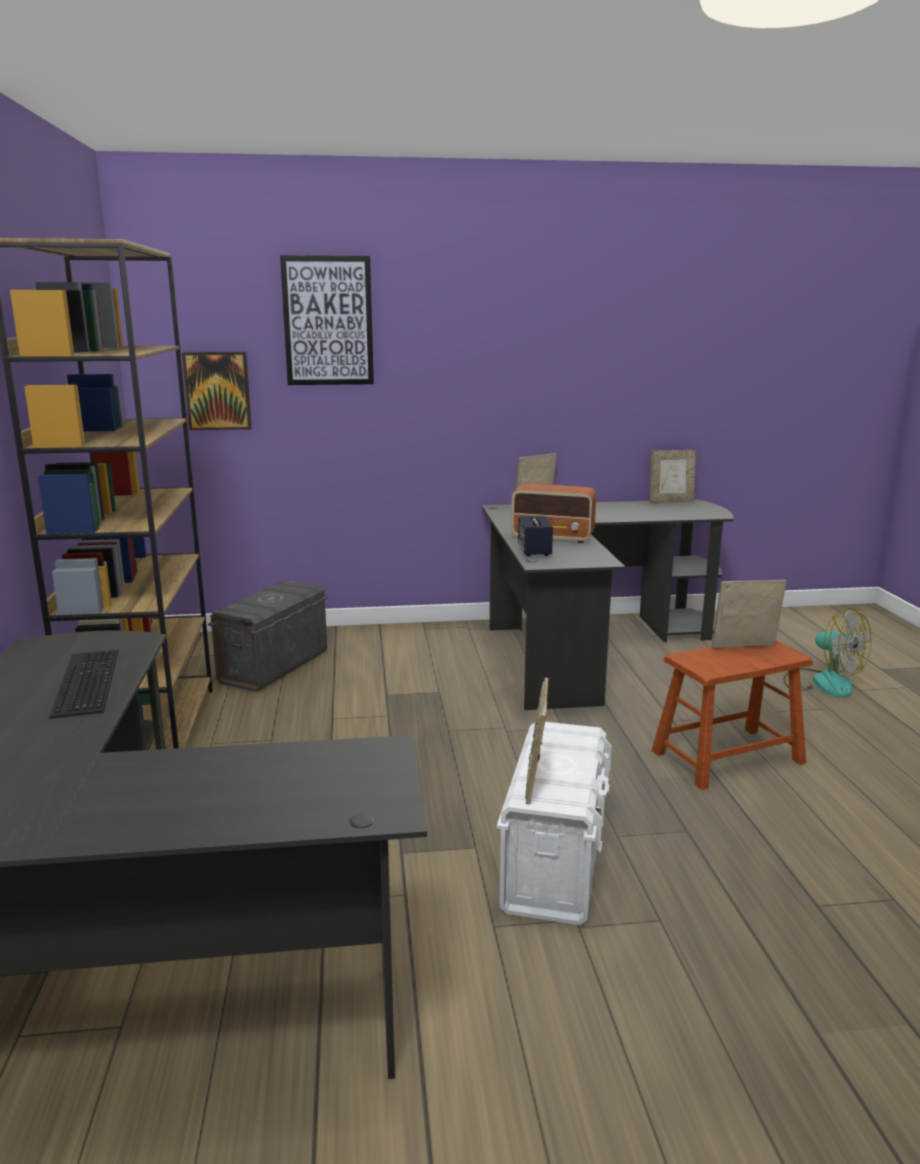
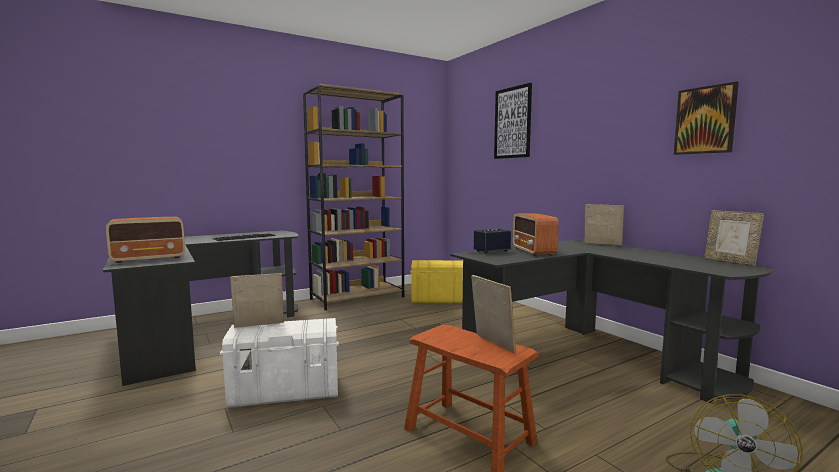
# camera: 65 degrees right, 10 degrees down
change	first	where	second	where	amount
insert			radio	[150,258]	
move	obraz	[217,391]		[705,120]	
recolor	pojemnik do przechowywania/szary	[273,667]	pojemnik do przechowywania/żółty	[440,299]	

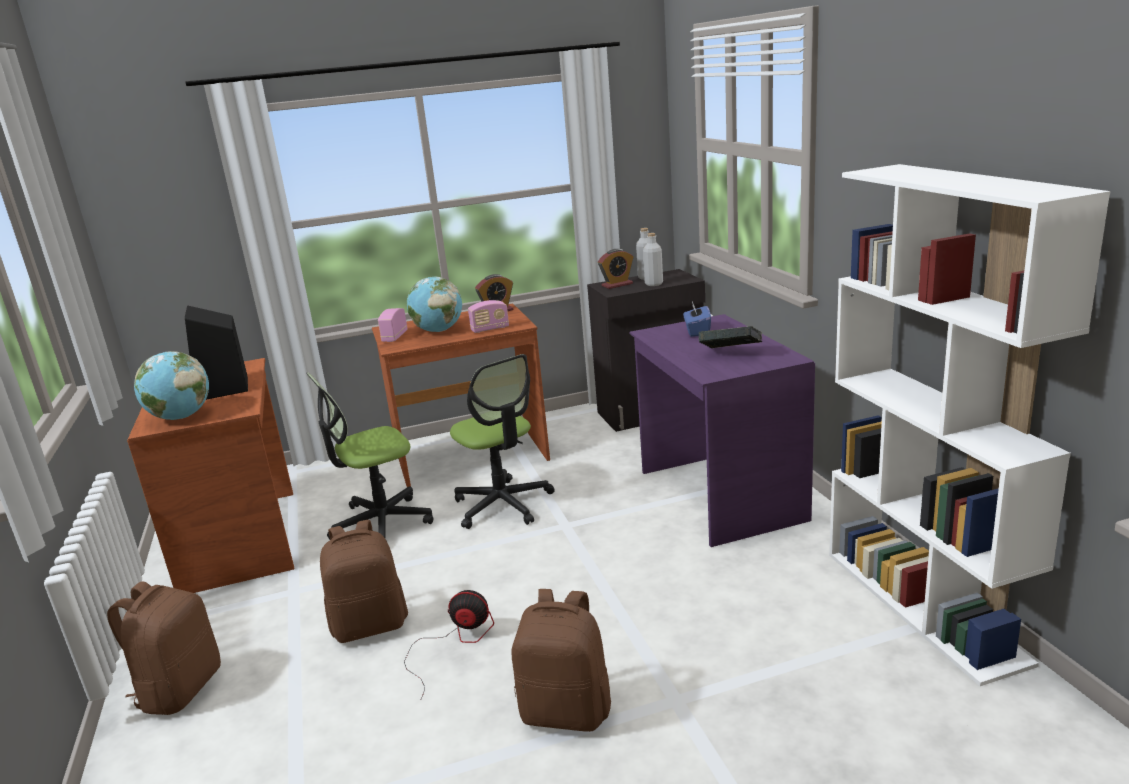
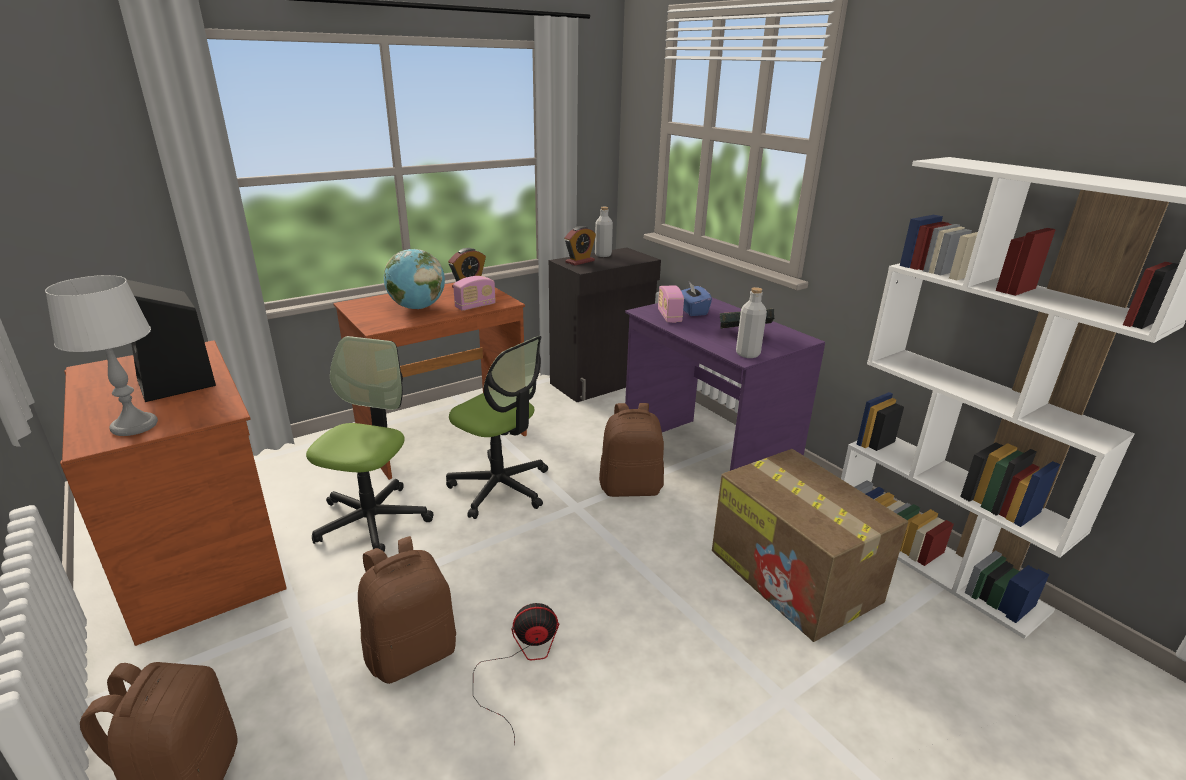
# camera: 20 degrees left, 5 degrees up
change	first	where	second	where	amount
insert			karton	[795,577]	
move	radio	[395,337]		[669,316]	
move	plecak/brązowy	[566,711]		[631,487]	
move	butelka/szary	[654,284]		[747,354]	
replace	globus	[180,417]	lampa stołowa/szary	[134,426]	
rotate	krzesło biurowe	[381,523]		[372,520]	150 degrees clockwise

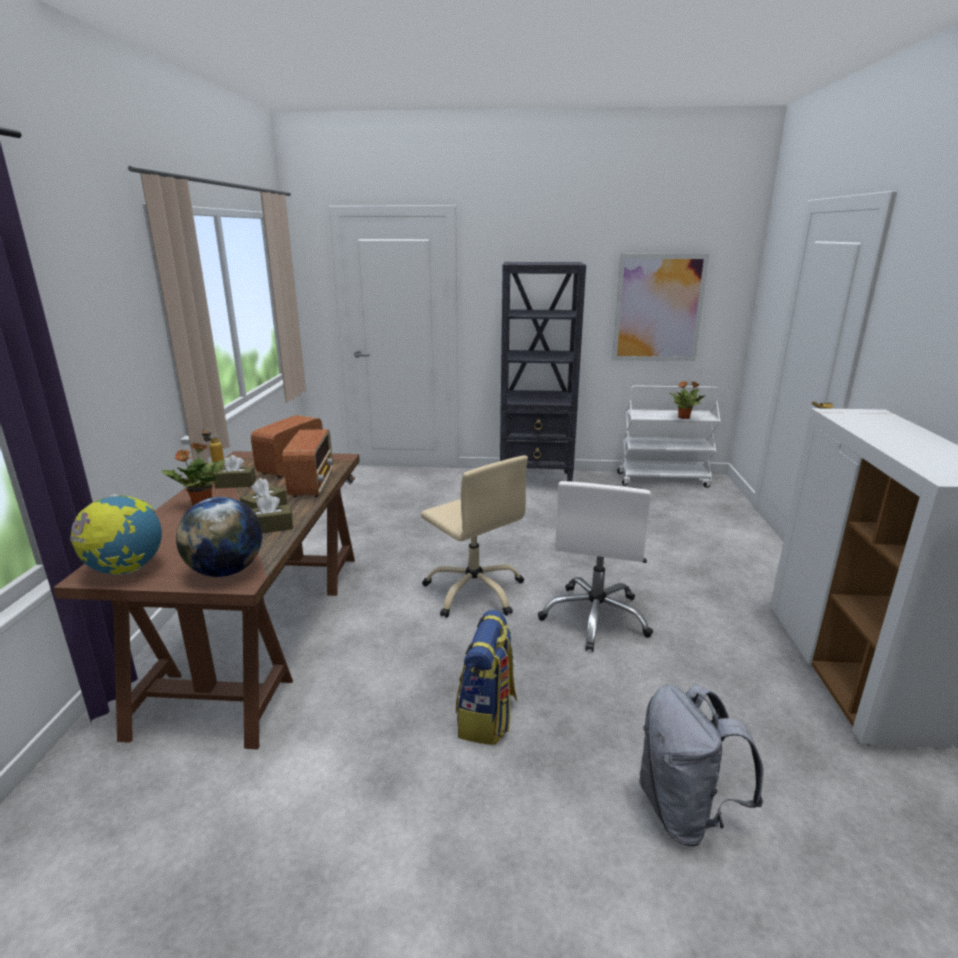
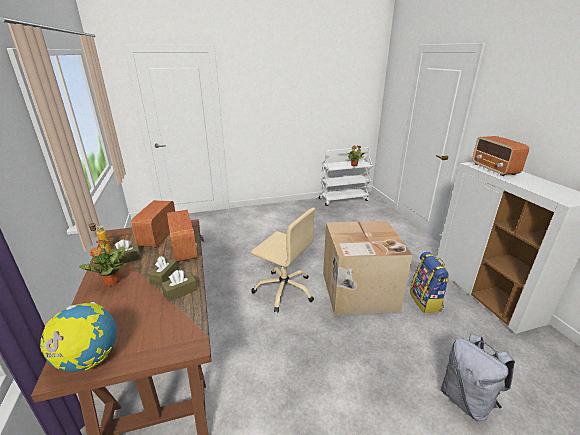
# camera: 20 degrees left, 5 degrees up
change	first	where	second	where	amount
delete	globus	[226,571]			
delete	regał/czarny	[536,481]			
delete	obraz	[658,308]			
insert			radio	[494,169]	
move	plecak	[487,718]		[426,301]	
replace	krzesło biurowe/biały	[595,618]	karton	[358,291]	

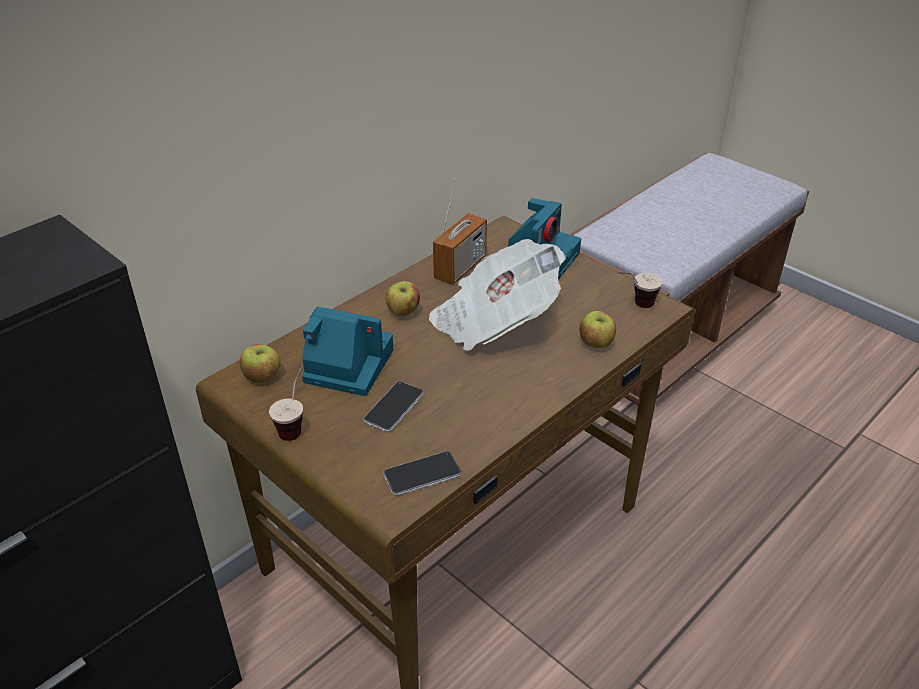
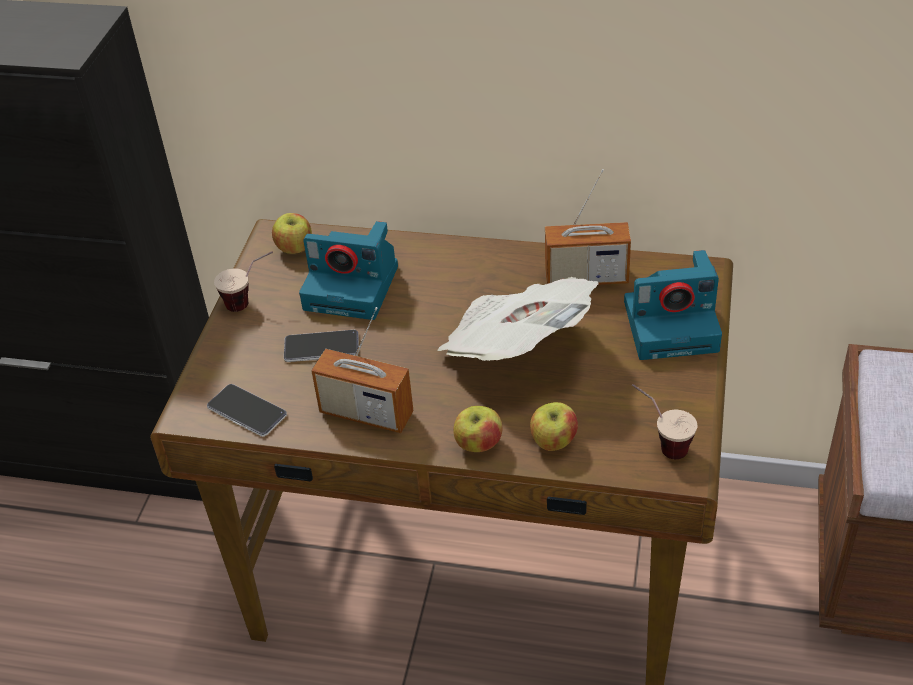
# camera: 60 degrees right, 5 degrees up
change	first	where	second	where	amount
insert			radio	[366,413]	
move	jabłko	[403,312]		[479,444]	
rotate	aparat fotograficzny	[346,365]		[354,287]	120 degrees clockwise

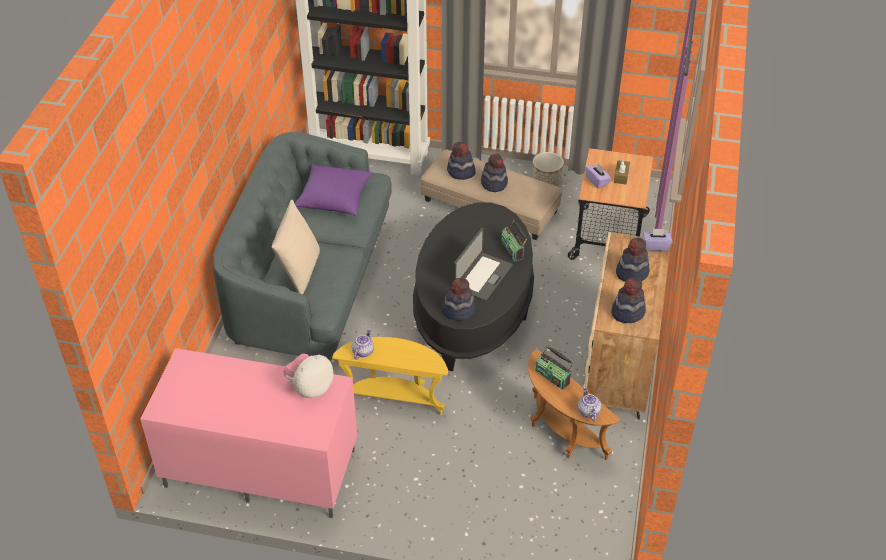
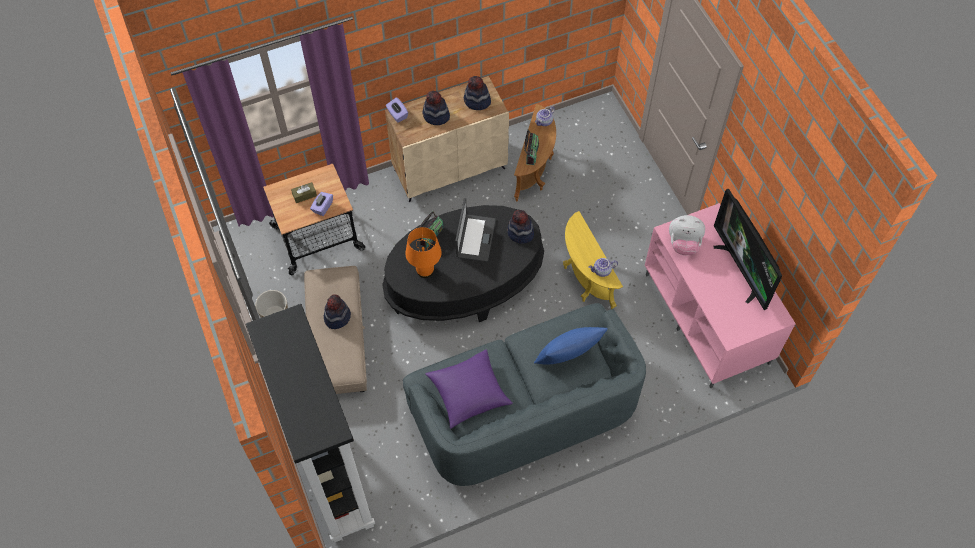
# camera: 125 degrees left, 15 degrees up
change	first	where	second	where	amount
delete	kapelusz	[461,172]			
insert			lampa stołowa/pomarańczowy	[425,270]	
insert			telewizor	[741,270]	
recolor	poduszka/beżowy	[299,271]	poduszka/niebieski	[568,359]	
rotate	laptop	[482,276]		[475,238]	105 degrees clockwise

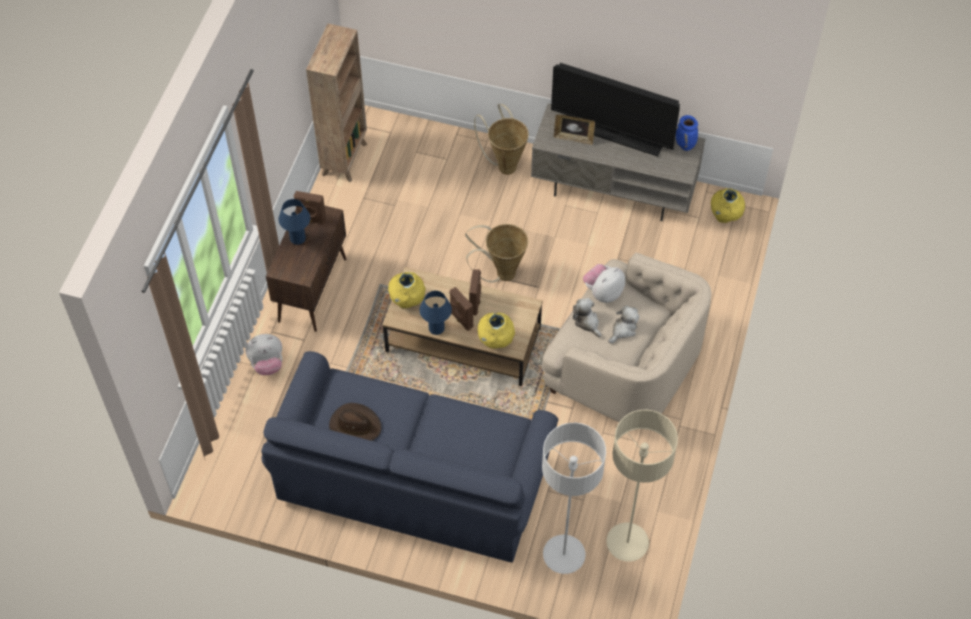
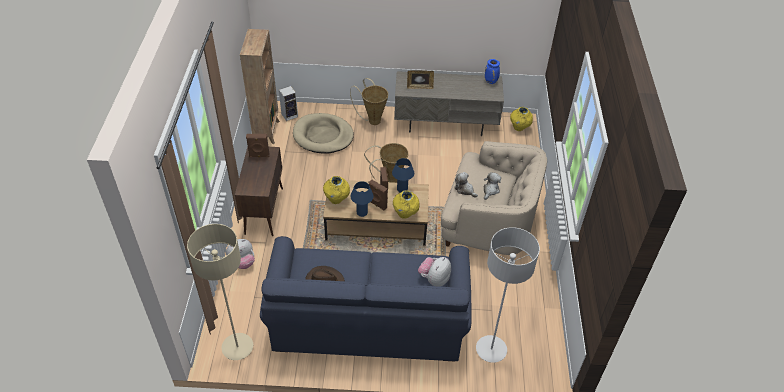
# camera: 15 degrees left, 10 degrees down
change	first	where	second	where	amount
delete	telewizor	[612,134]			
insert			głośnik	[290,115]	
insert			legowisko/beżowy	[323,136]	
move	lampa stołowa/niebieski	[297,238]		[402,189]	
move	pluszak	[603,292]		[434,279]	
move	lampa stojąca/beżowy	[627,543]		[237,347]	

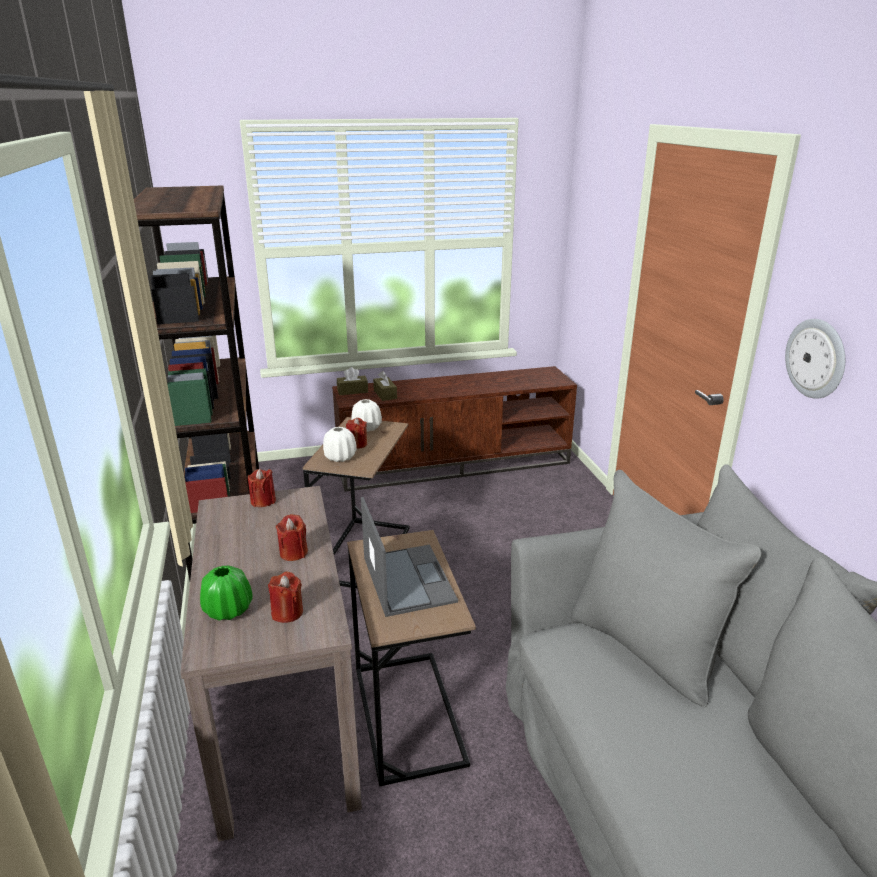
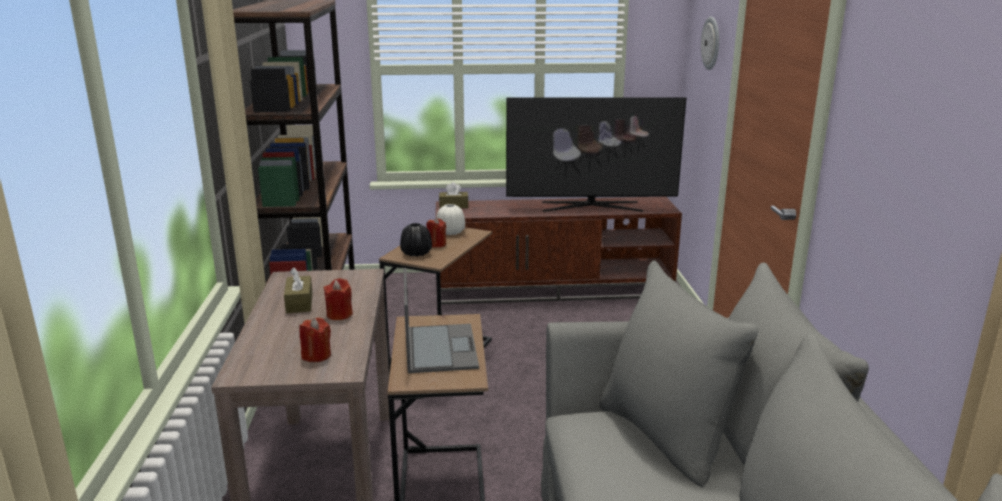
# camera: 10 degrees right, 5 degrees down
change	first	where	second	where	amount
delete	wazon/zielony	[228,610]			
delete	świeca/czerwony	[263,501]			
insert			telewizor	[590,206]	
move	pudełko chusteczek/brązowy	[385,394]		[299,303]	
move	zegar ścienny	[816,358]		[711,43]	
recolor	wazon/biały	[340,457]	wazon/czarny	[416,253]	

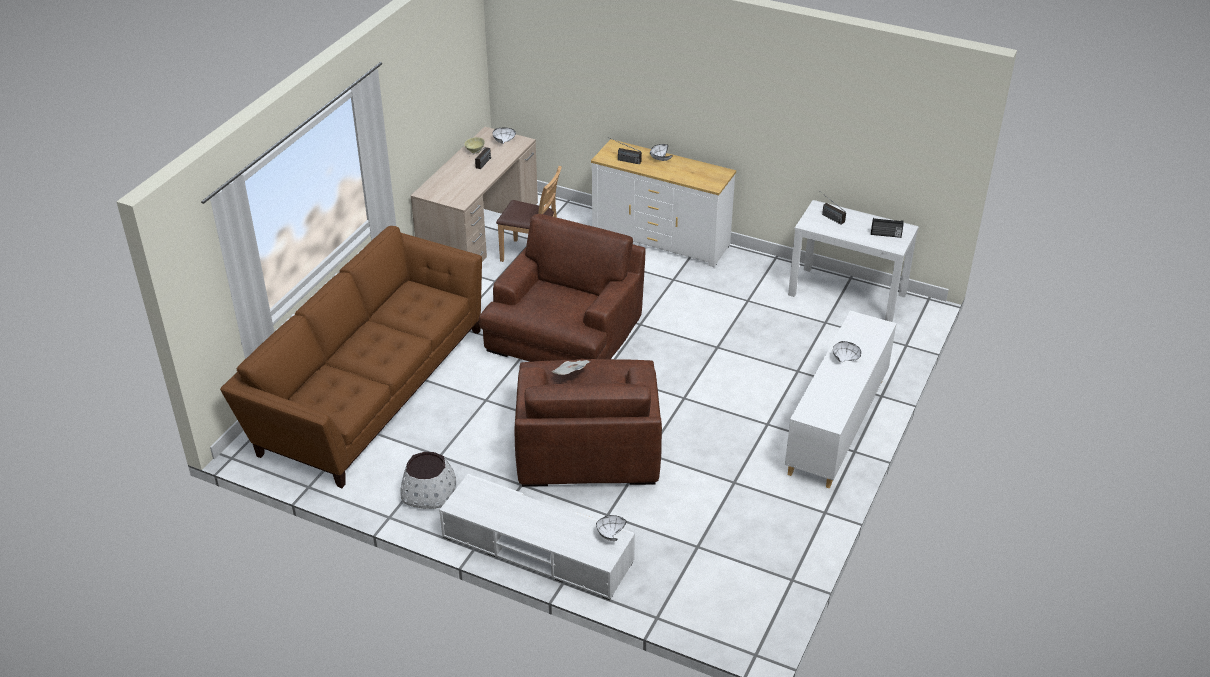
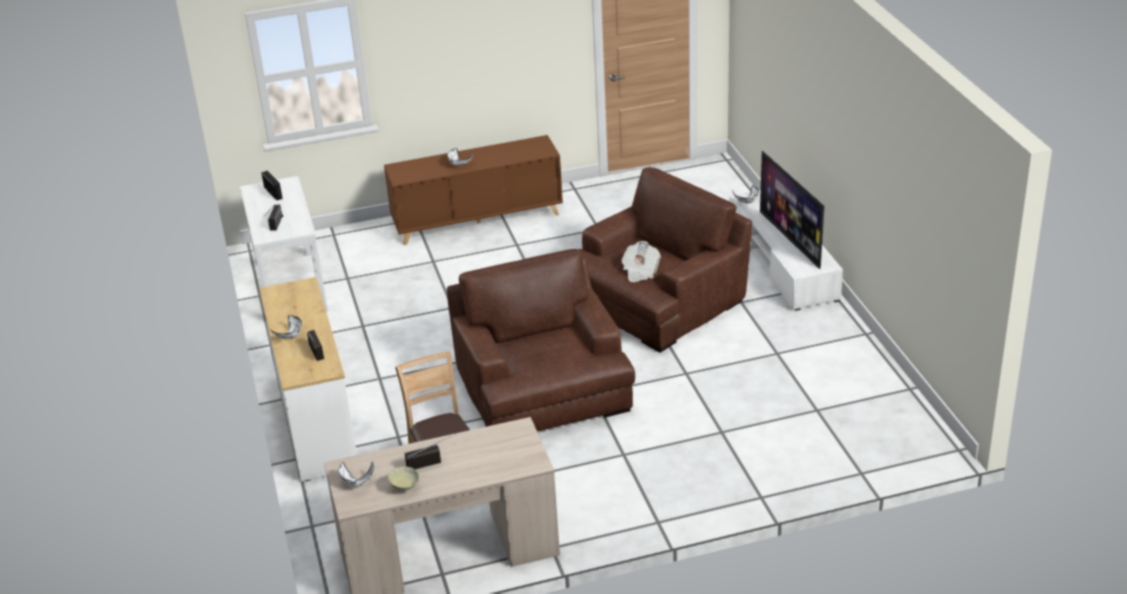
# camera: 130 degrees left, 5 degrees down
change	first	where	second	where	amount
delete	kanapa/brązowy	[369,387]			
delete	donica/biały	[429,492]			
insert			telewizor	[791,239]	
recolor	szafka/biały	[836,426]	szafka/brązowy	[478,220]	
rotate	fotel/brązowy	[564,333]		[542,388]	90 degrees clockwise

